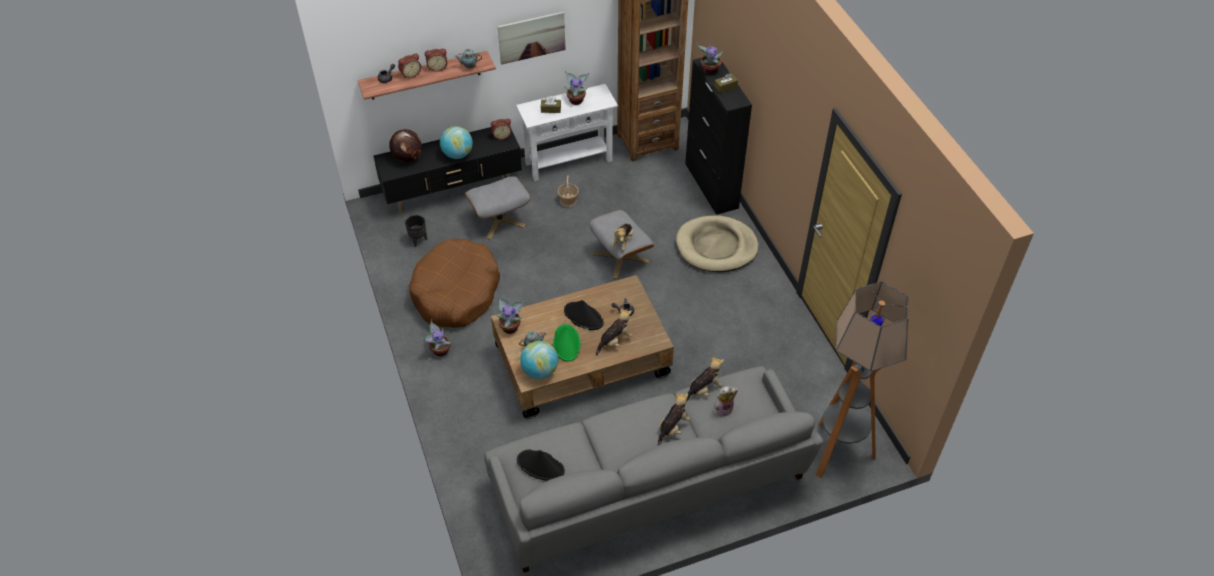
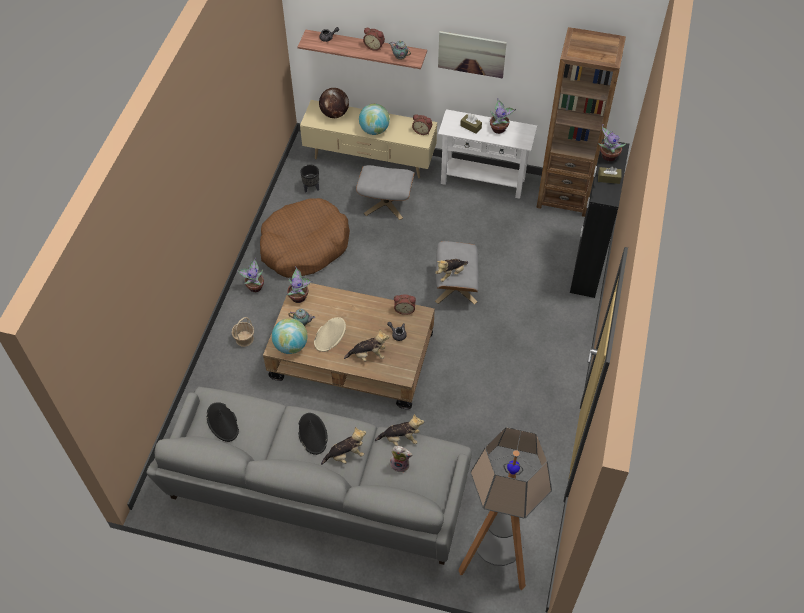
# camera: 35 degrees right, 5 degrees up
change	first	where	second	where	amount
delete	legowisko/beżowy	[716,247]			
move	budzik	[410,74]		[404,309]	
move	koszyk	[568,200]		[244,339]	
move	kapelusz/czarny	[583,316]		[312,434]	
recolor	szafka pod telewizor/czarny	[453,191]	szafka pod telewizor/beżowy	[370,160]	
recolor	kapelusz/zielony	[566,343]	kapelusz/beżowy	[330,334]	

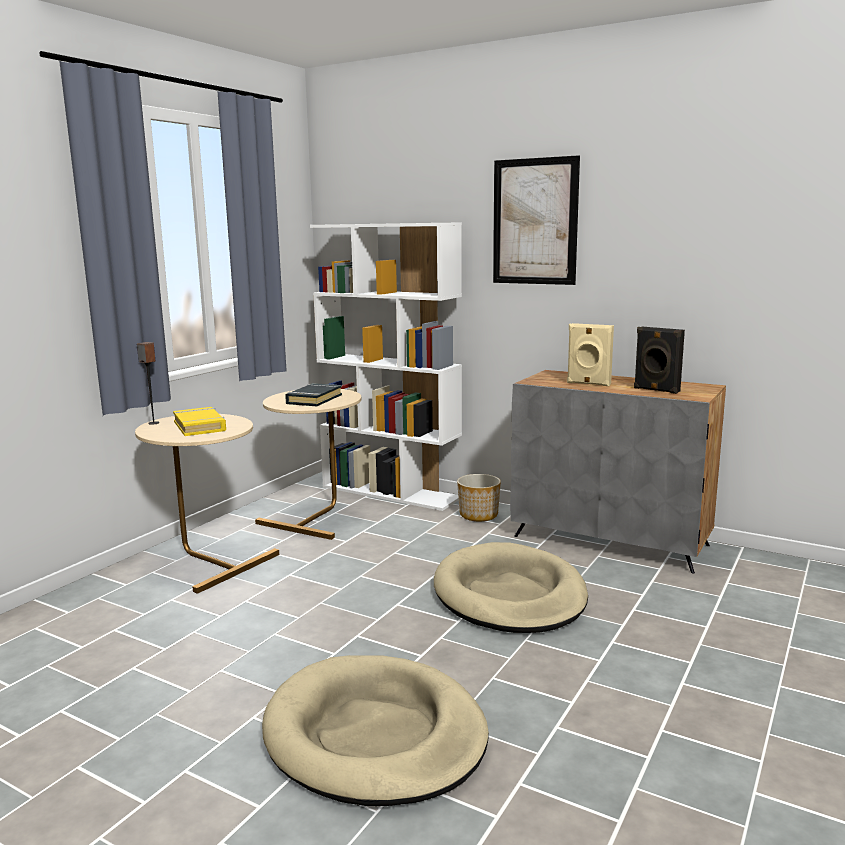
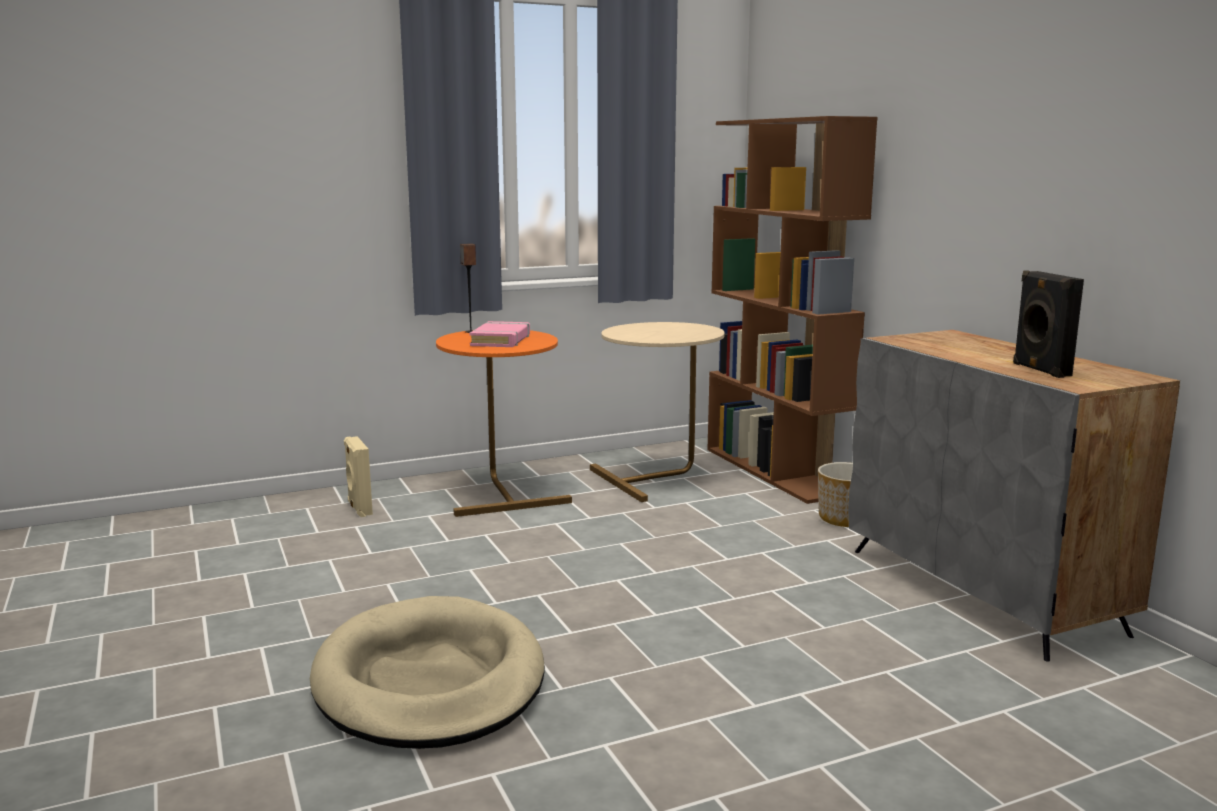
# camera: 35 degrees right, 0 degrees up
change	first	where	second	where	amount
delete	książka/czarny	[314,399]			
delete	legowisko/beżowy	[509,595]			
delete	obraz	[535,222]			
move	głośnik/beżowy	[588,383]		[359,508]	
recolor	stolik/beżowy	[208,561]	stolik/pomarańczowy	[502,492]	
recolor	książka/żółty	[200,426]	książka/różowy	[501,340]	
recolor	regał/biały	[391,492]	regał/brązowy	[776,471]	

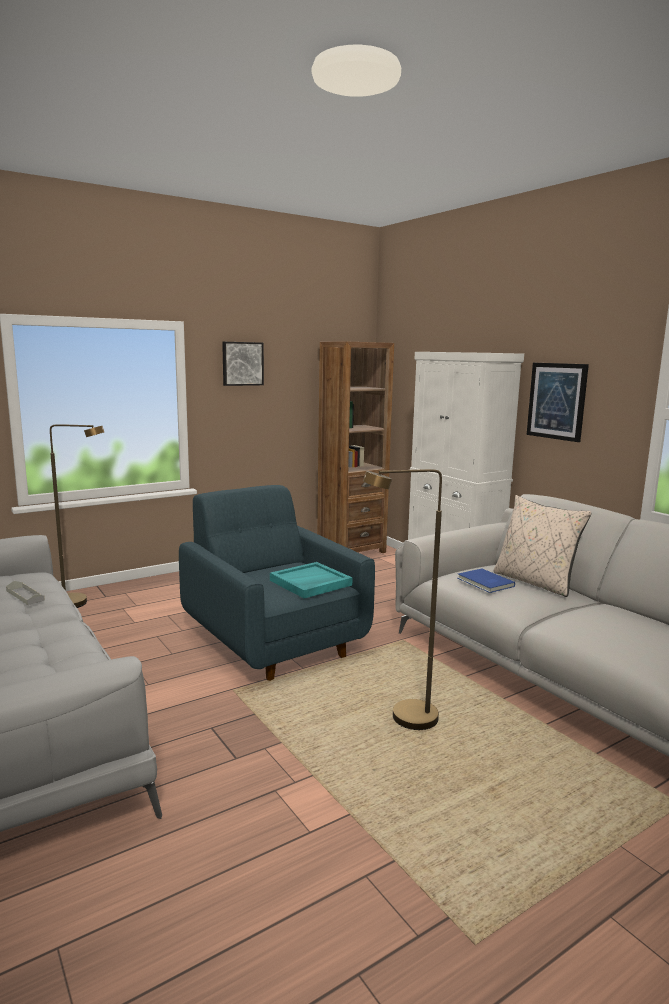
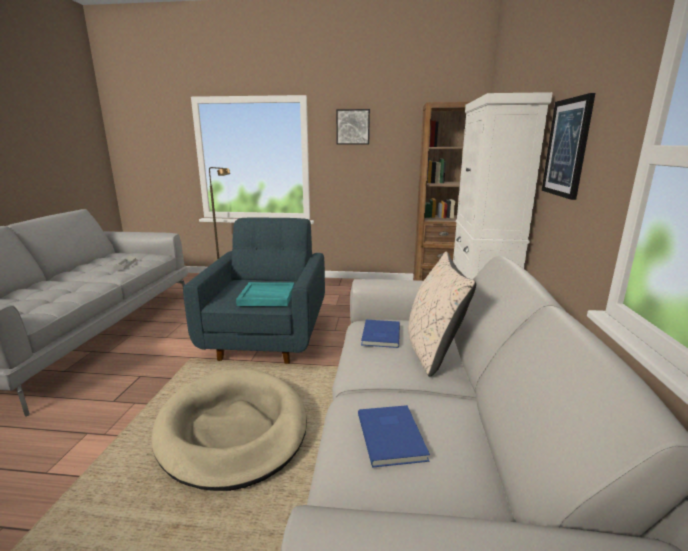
# camera: 40 degrees right, 5 degrees up
change	first	where	second	where	amount
insert			książka/niebieski	[392,435]	
replace	lampa stojąca/brązowy	[403,721]	legowisko/beżowy	[233,429]	

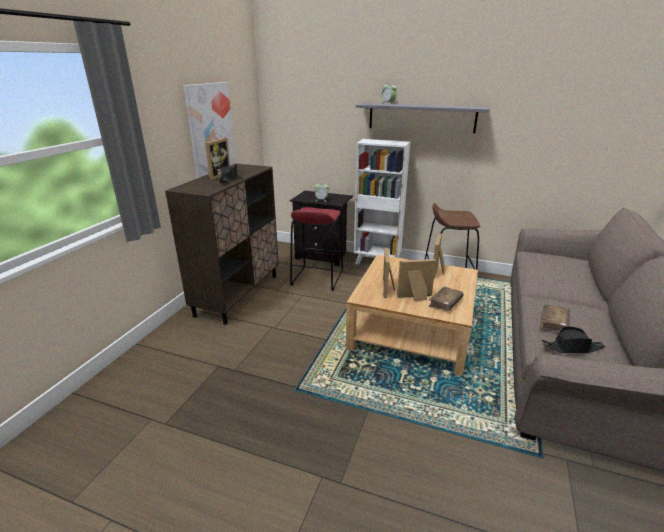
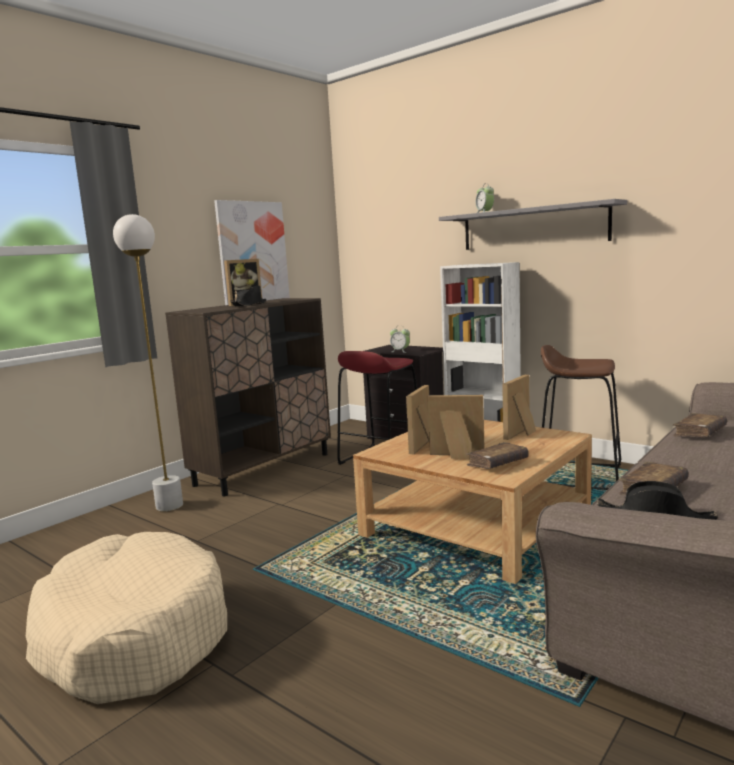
# camera: 20 degrees right, 15 degrees down
change	first	where	second	where	amount
insert			legowisko/beżowy	[133,635]	
insert			lampa stojąca/biały	[169,506]	
insert			książka/brązowy	[699,433]	

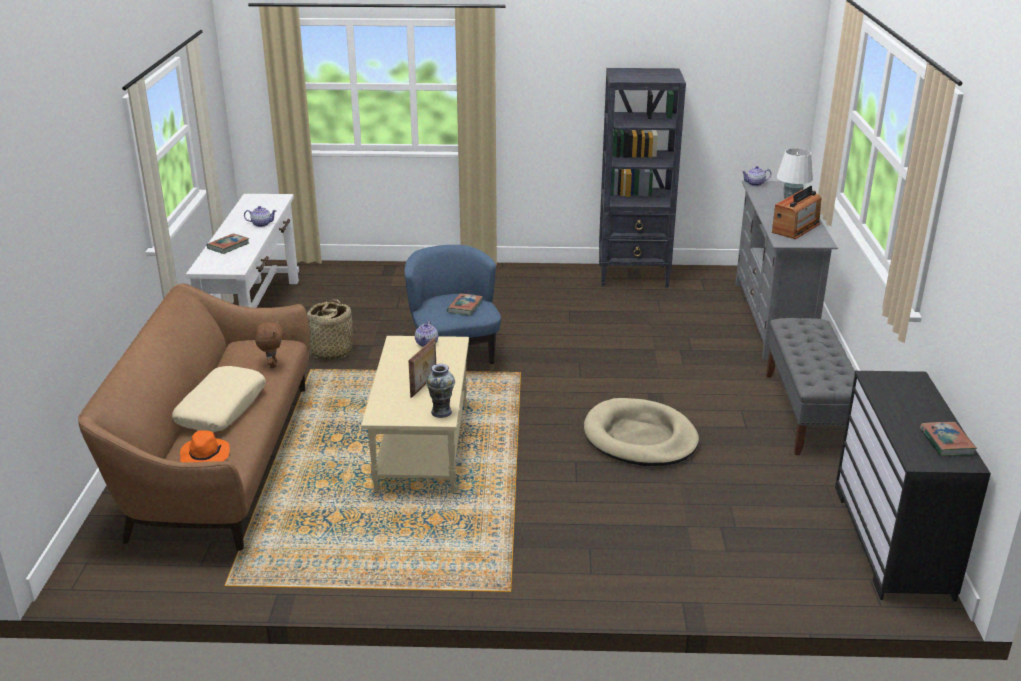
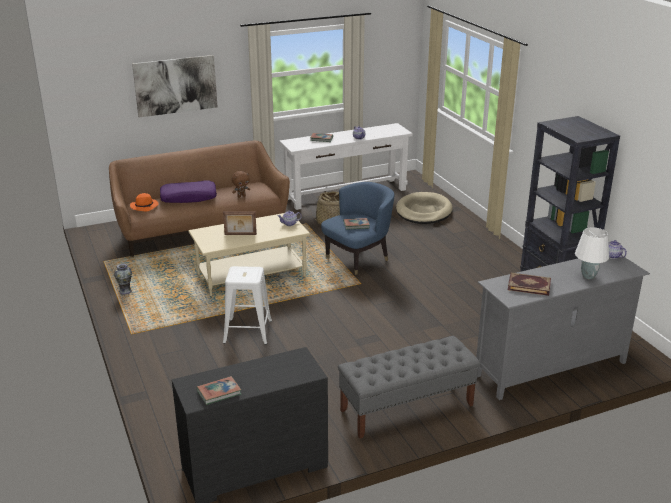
# camera: 65 degrees right, 0 degrees up
change	first	where	second	where	amount
insert			obraz	[175,85]	
insert			stołek/biały	[248,331]	
move	wazon	[441,412]		[125,291]	
move	legowisko/beżowy	[640,438]		[423,211]	
replace	radio	[795,228]	książka	[529,285]	
recolor	poduszka/beżowy	[221,408]	poduszka/fioletowy	[189,197]	

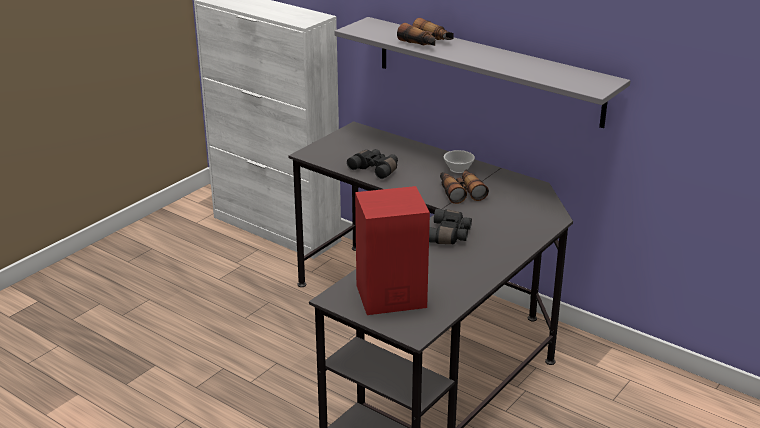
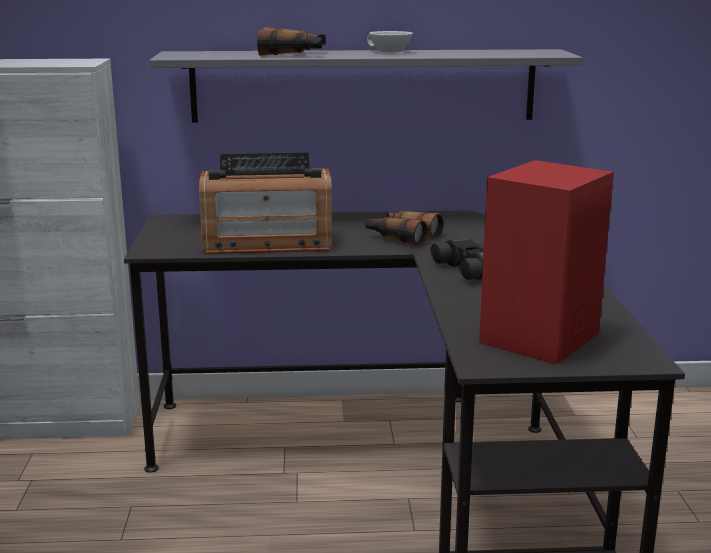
# camera: 40 degrees left, 10 degrees down
change	first	where	second	where	amount
move	filiżanka/biały	[457,168]		[388,52]	
replace	lornetka/czarny	[376,169]	radio	[267,243]	

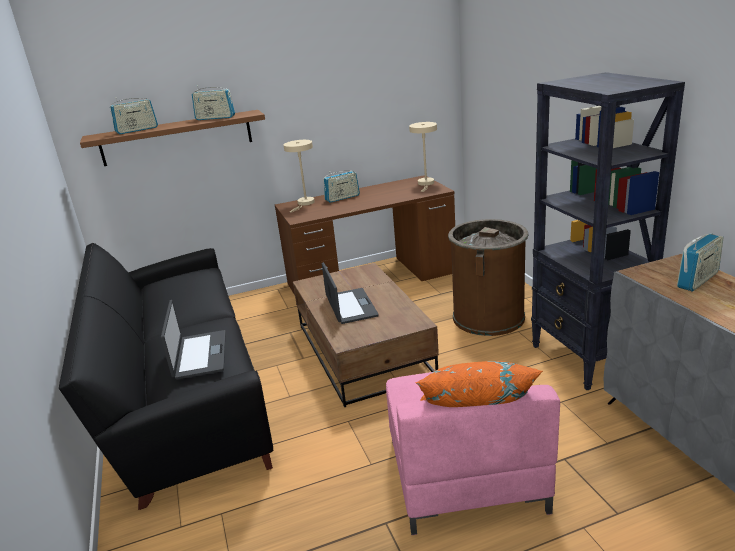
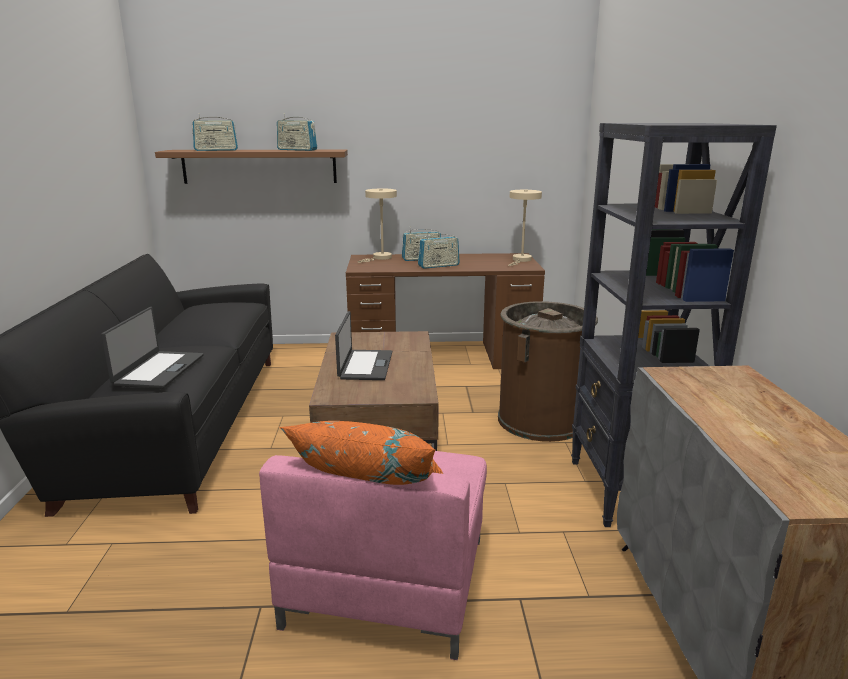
# camera: 15 degrees right, 5 degrees down
change	first	where	second	where	amount
move	radio	[697,280]		[438,266]	

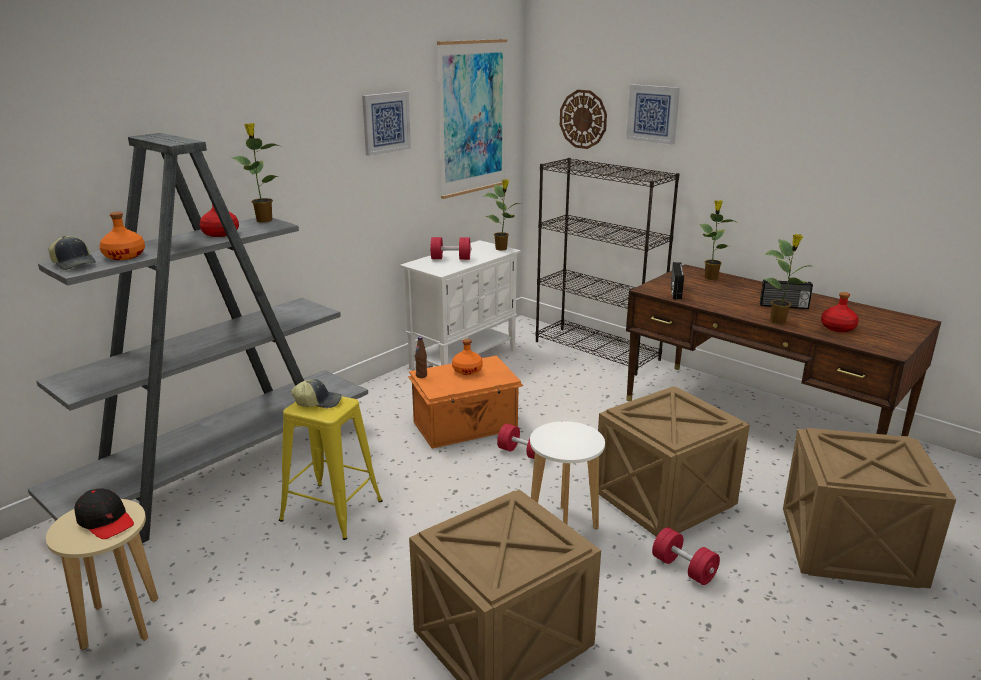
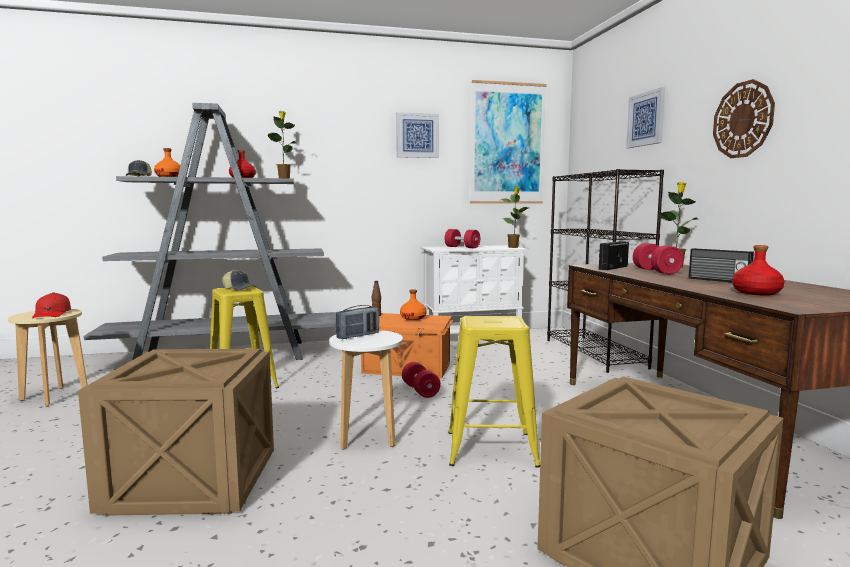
# camera: 35 degrees right, 15 degrees down
change	first	where	second	where	amount
delete	roślina doniczkowa	[779,321]			
insert			radio	[358,336]	
move	zegar ścienny	[583,119]		[743,120]	
move	hantel/czerwony	[683,568]		[656,271]	
replace	skrzynka	[665,499]	stołek/żółty	[491,449]	
recolor	czapka z daszkiem/czarny	[105,521]	czapka z daszkiem/czerwony	[52,314]	

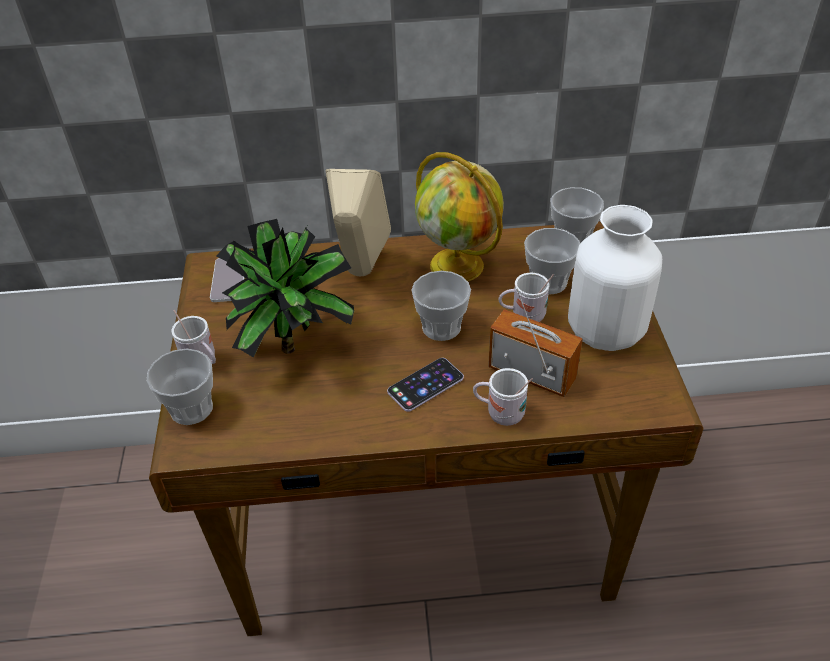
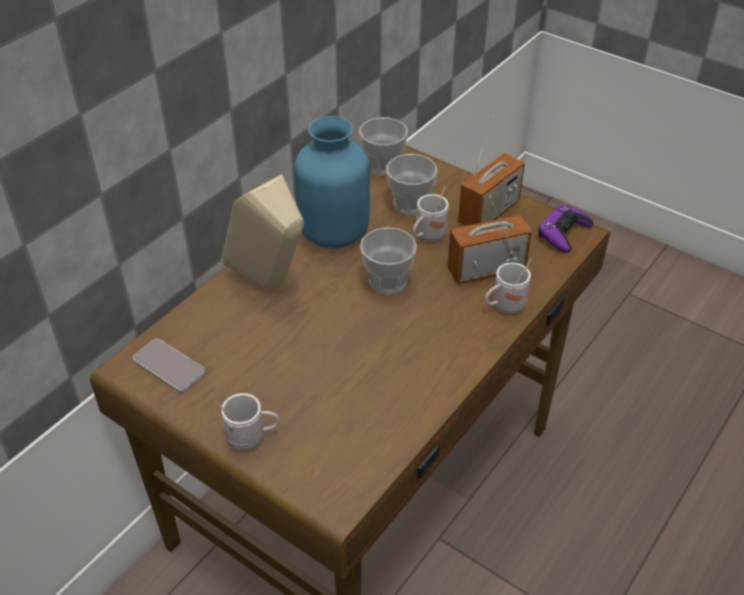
# camera: 50 degrees left, 0 degrees up
change	first	where	second	where	amount
delete	filiżanka	[191,409]			
delete	roślina doniczkowa	[295,343]			
delete	telefon	[425,384]			
insert			pad do gier/fioletowy	[563,233]	
replace	globus	[458,266]	wazon/niebieski	[335,233]	
replace	wazon/biały	[606,331]	radio	[489,212]	

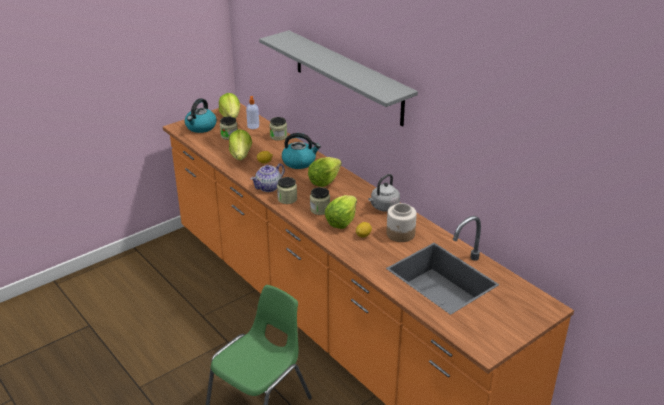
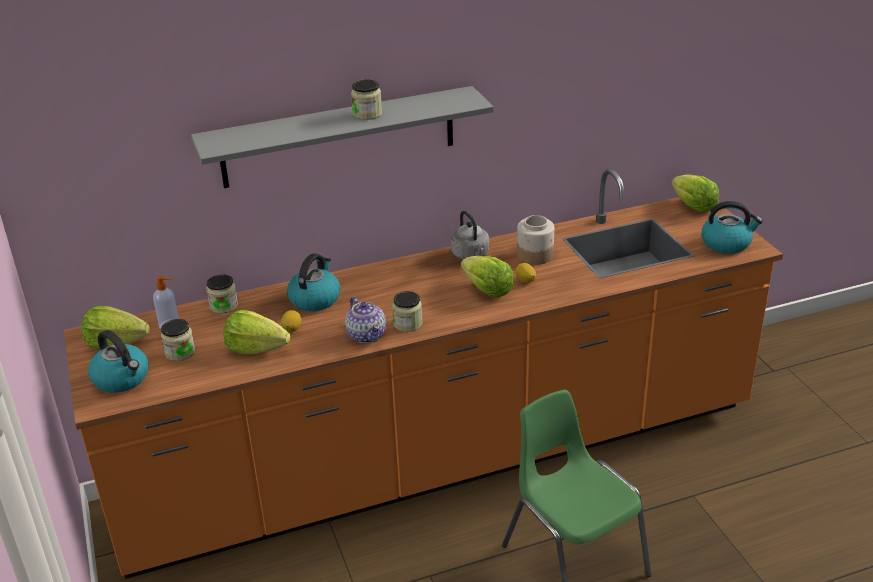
# camera: 70 degrees left, 0 degrees up
change	first	where	second	where	amount
insert			czajnik	[727,243]	
move	sałata	[324,181]		[693,206]	
move	słoik	[320,209]		[367,114]	

